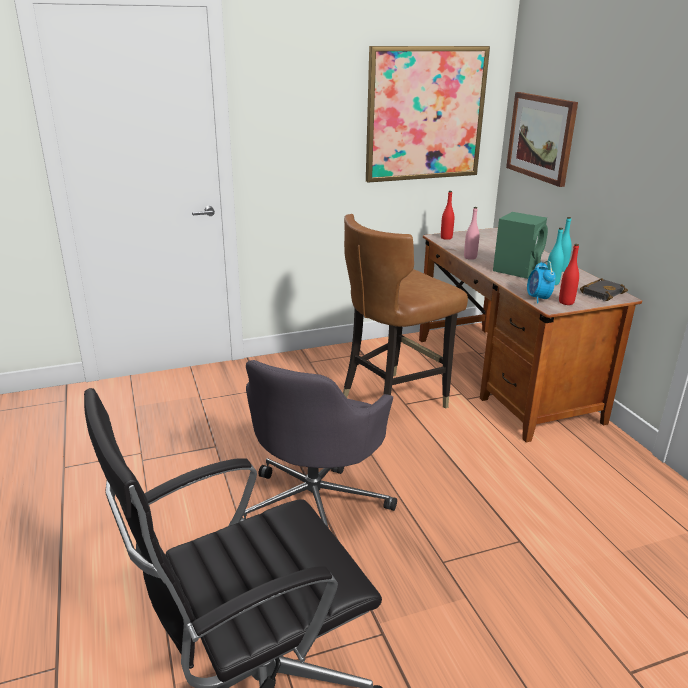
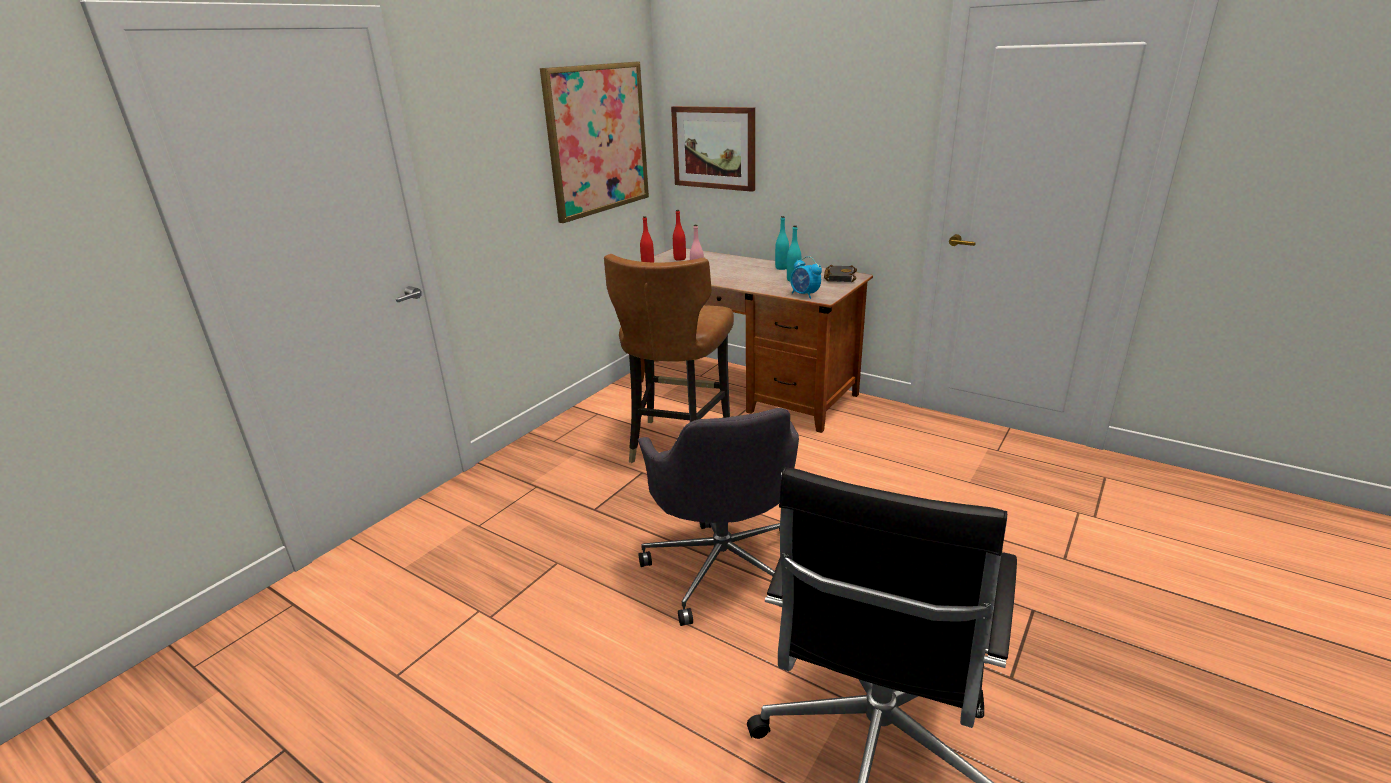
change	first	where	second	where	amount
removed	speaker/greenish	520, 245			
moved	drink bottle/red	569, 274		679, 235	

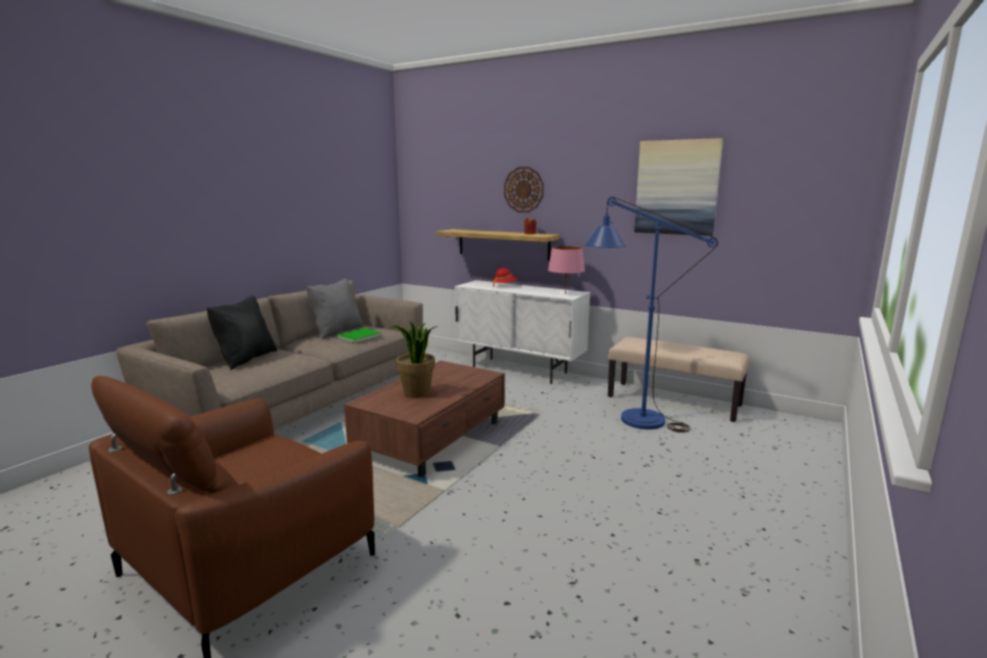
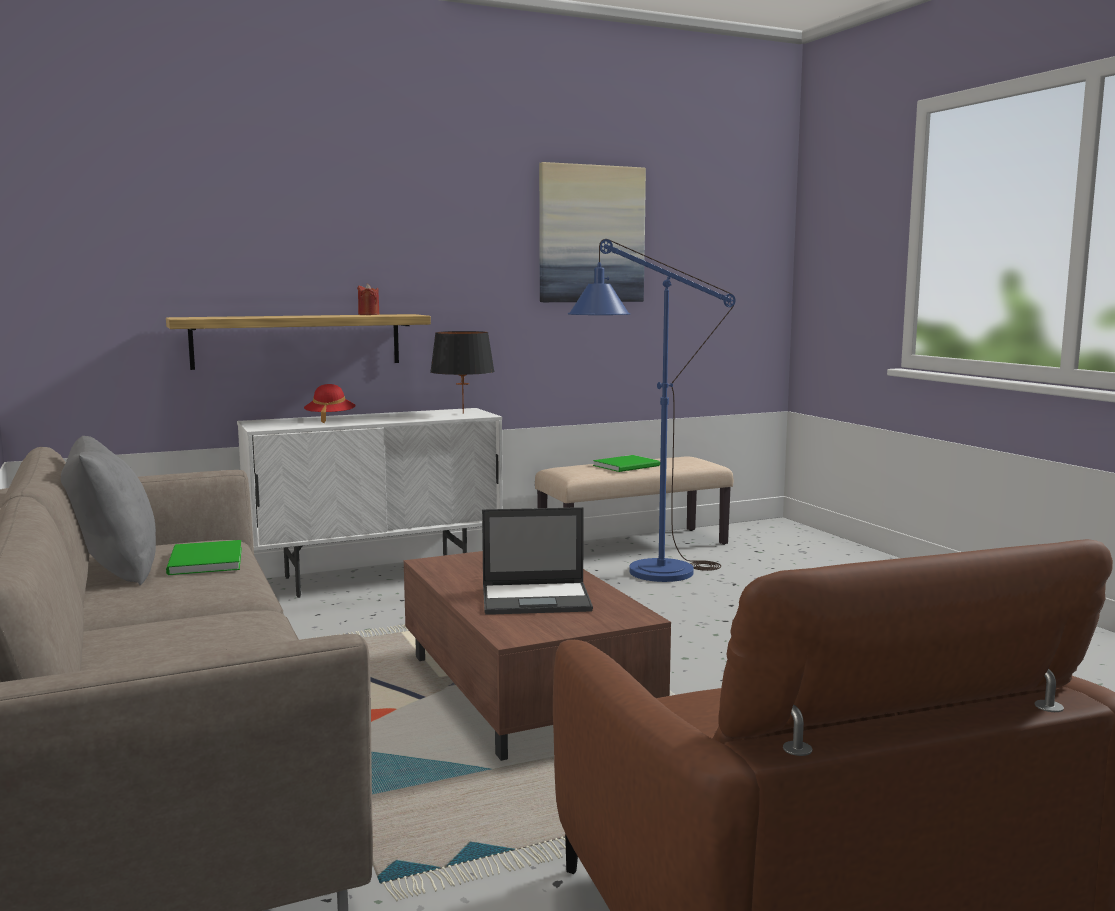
change	first	where	second	where	amount
removed	cushion/blackish	242, 333			
replaced	plant in a pot	414, 359	laptop	537, 561	
removed	hanging clock	524, 190			
recoloured	lamp for a table/pink	566, 270	lamp for a table/blackish	462, 372	
added			volume/greenish	626, 463	

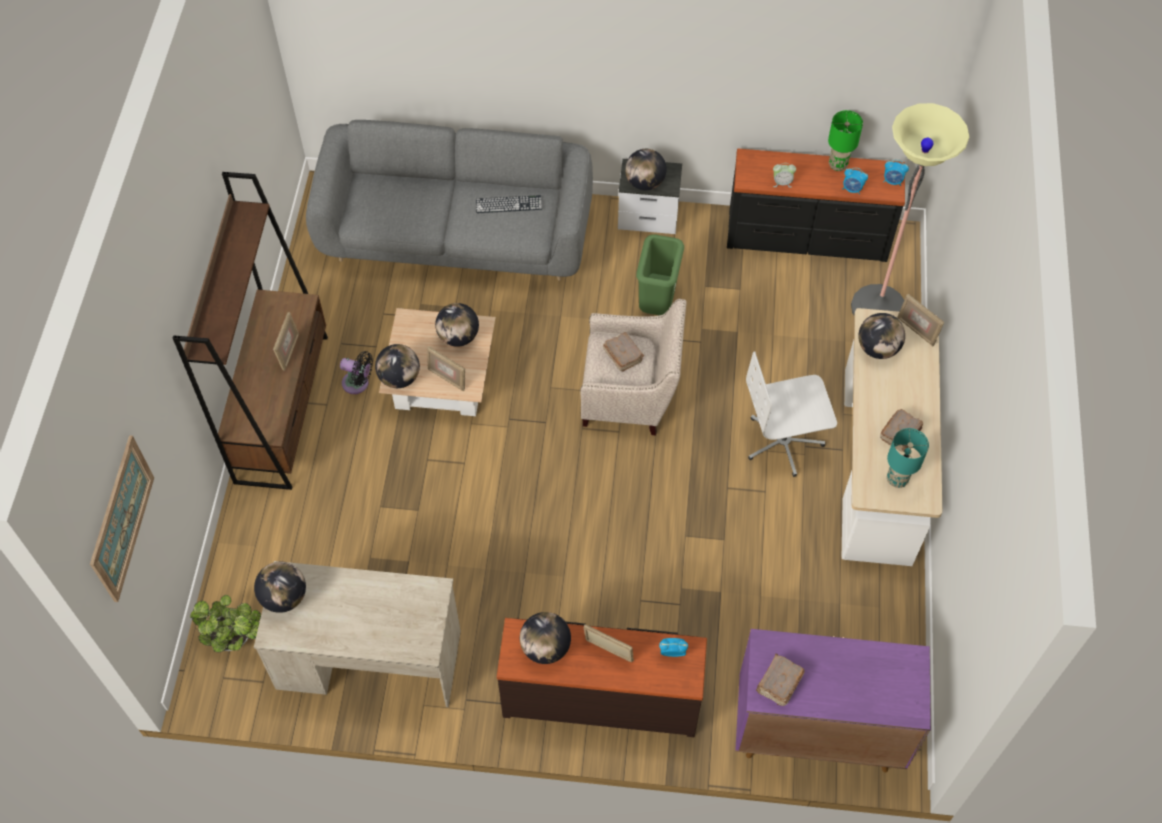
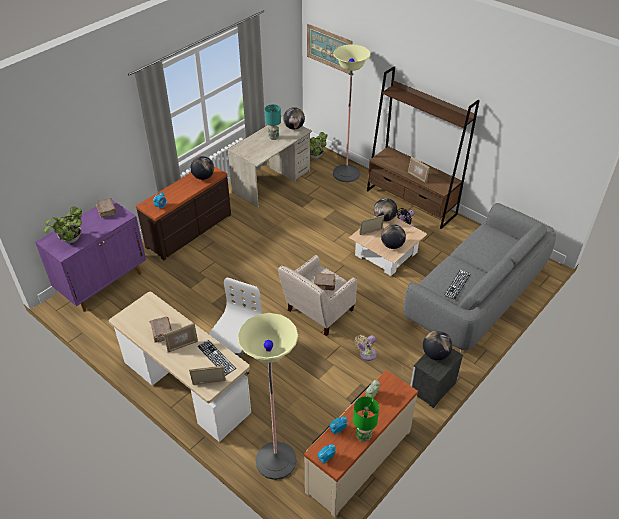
change	first	where	second	where	amount
moved	picture frame	609, 644		181, 337	
replaced	trash can/greenish	660, 274	electric fan/sand-coloured	366, 348	
recoloured	dresser/blackish	816, 205	dresser/sand-coloured	361, 443	
replaced	globe	881, 336	keyboard	216, 358	
moved	lamp for a table/turquoise-coloured	908, 458		273, 122	
added			plant in a pot	62, 225	
added			floor lamp	352, 113	

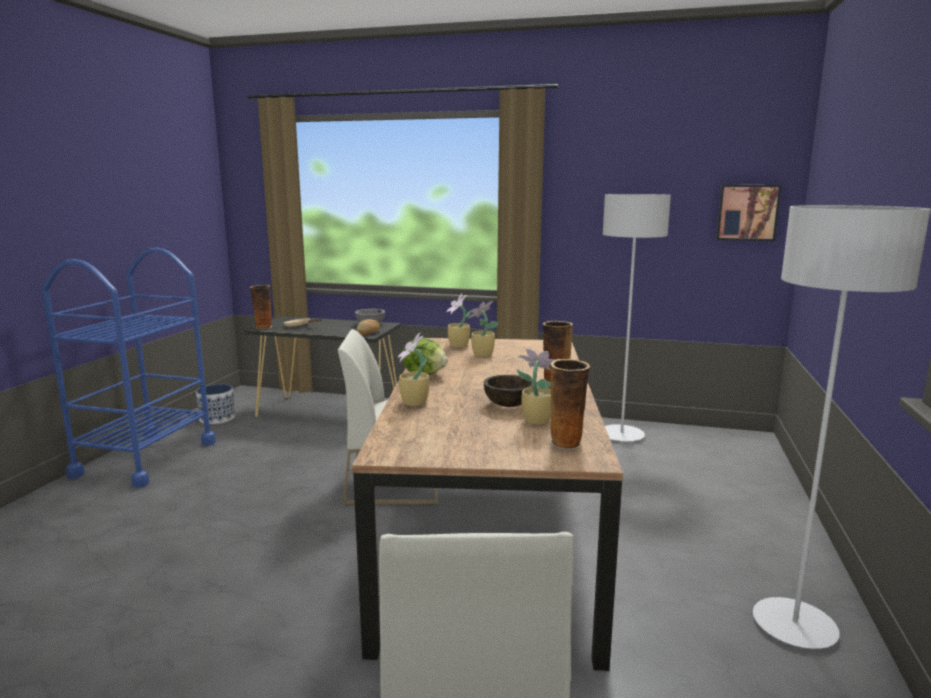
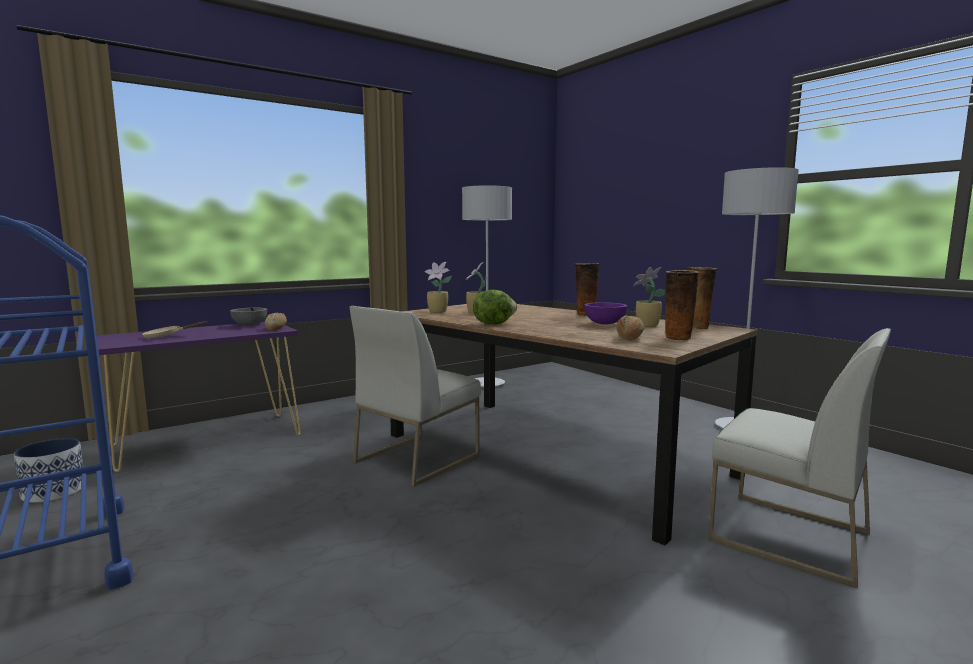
change	first	where	second	where	amount
recoloured	narrow table/blackish	322, 366	narrow table/purple-coloured	199, 397	
moved	decorative vase	261, 307		681, 305	
removed	plant in a pot	413, 369			
recoloured	bowl/brown-coloured	508, 391	bowl/purple-coloured	605, 313	
removed	wall art	749, 213			
added			baked bread	630, 328	

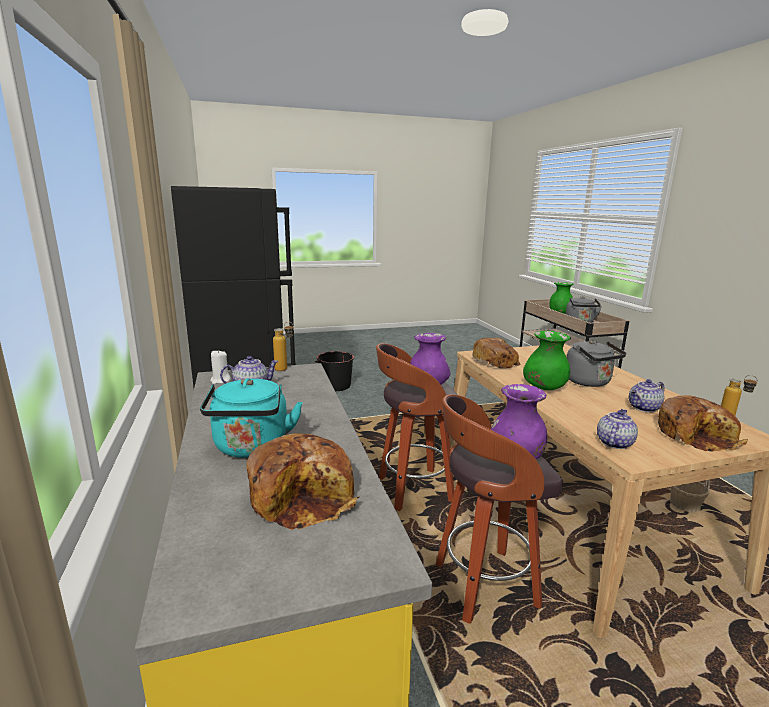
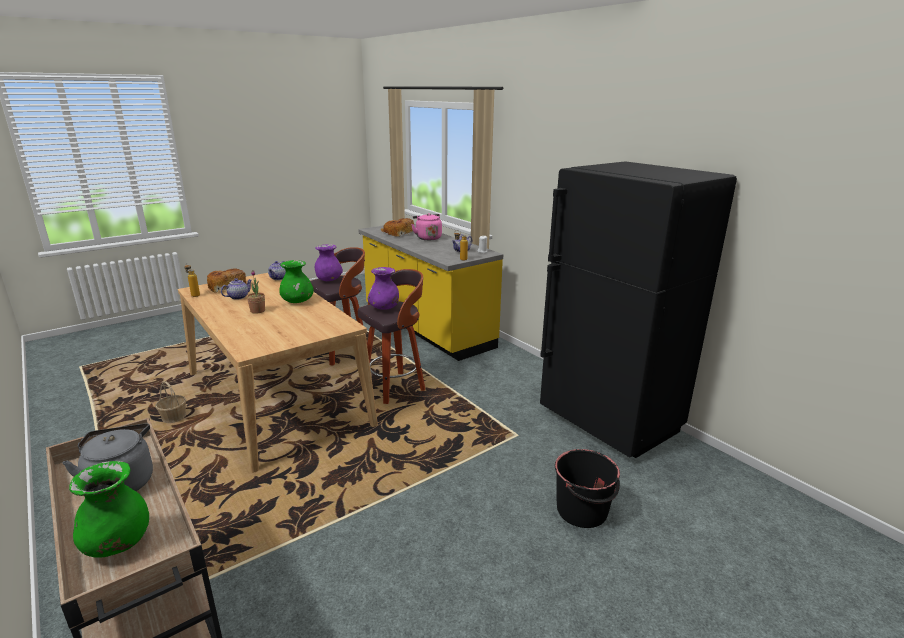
change	first	where	second	where	amount
recoloured	water kettle/turquoise-coloured	251, 418	water kettle/pink	426, 226	
removed	baked bread	496, 353			
replaced	water kettle/grey	596, 363	plant in a pot	256, 292	

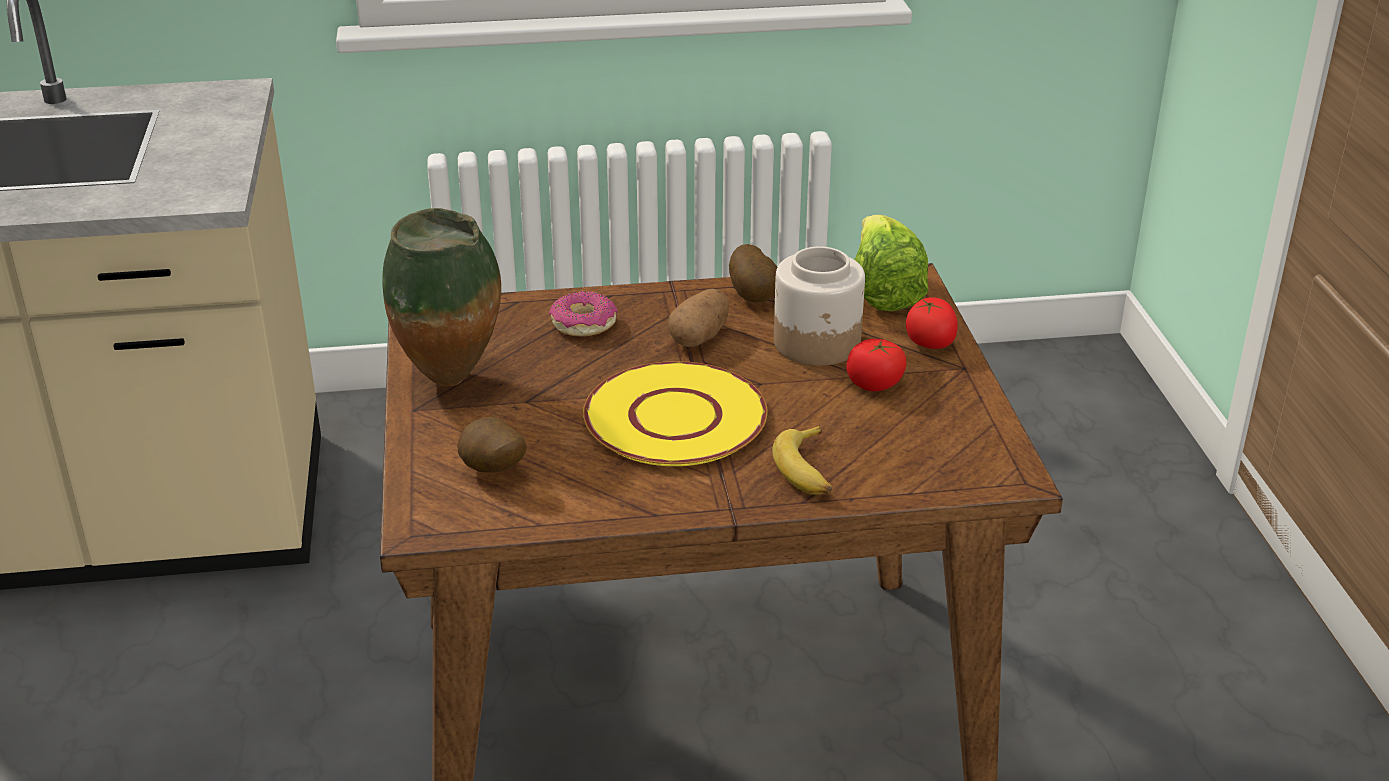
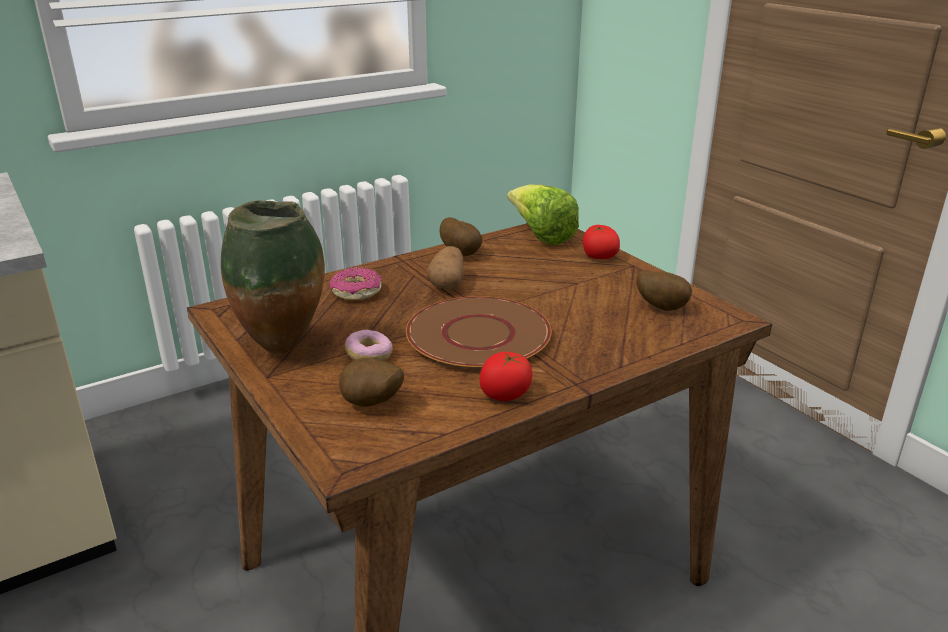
change	first	where	second	where	amount
recoloured	dinner plate/yellowish	675, 413	dinner plate/brown-coloured	479, 333	
removed	banana	802, 460			
removed	preserve jar	819, 306			
moved	whole tomato	876, 365		506, 376	
added			doughnut	369, 345	
added			whole potato	664, 290	

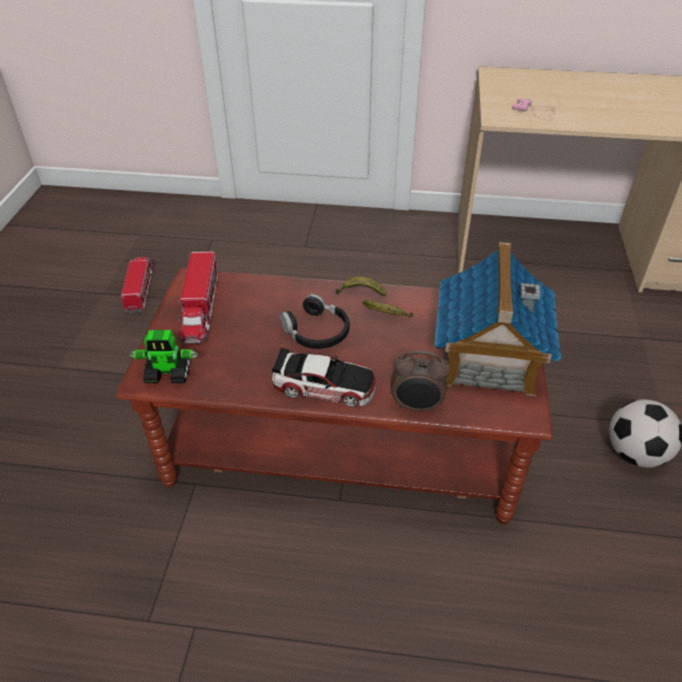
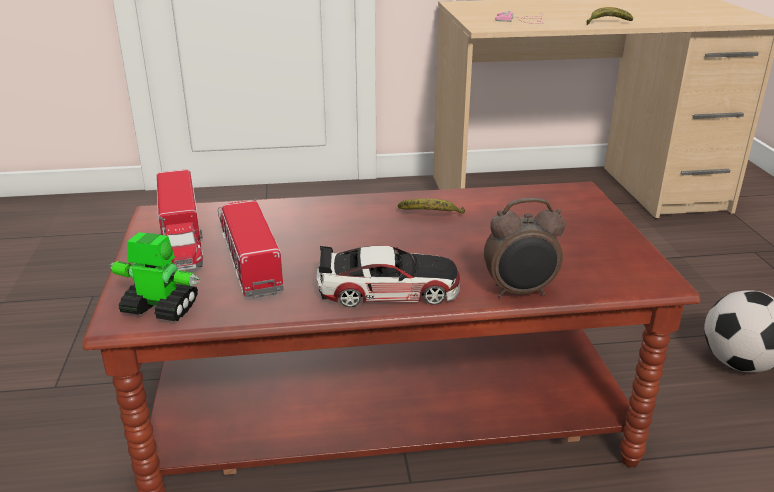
change	first	where	second	where	amount
moved	model truck	137, 285		250, 248	
turned	robot figure	164, 356		154, 276	150 degrees counterclockwise
removed	pair of headphones/blackish	315, 321			
moved	banana	360, 286		610, 16	
removed	miniature house	498, 319			

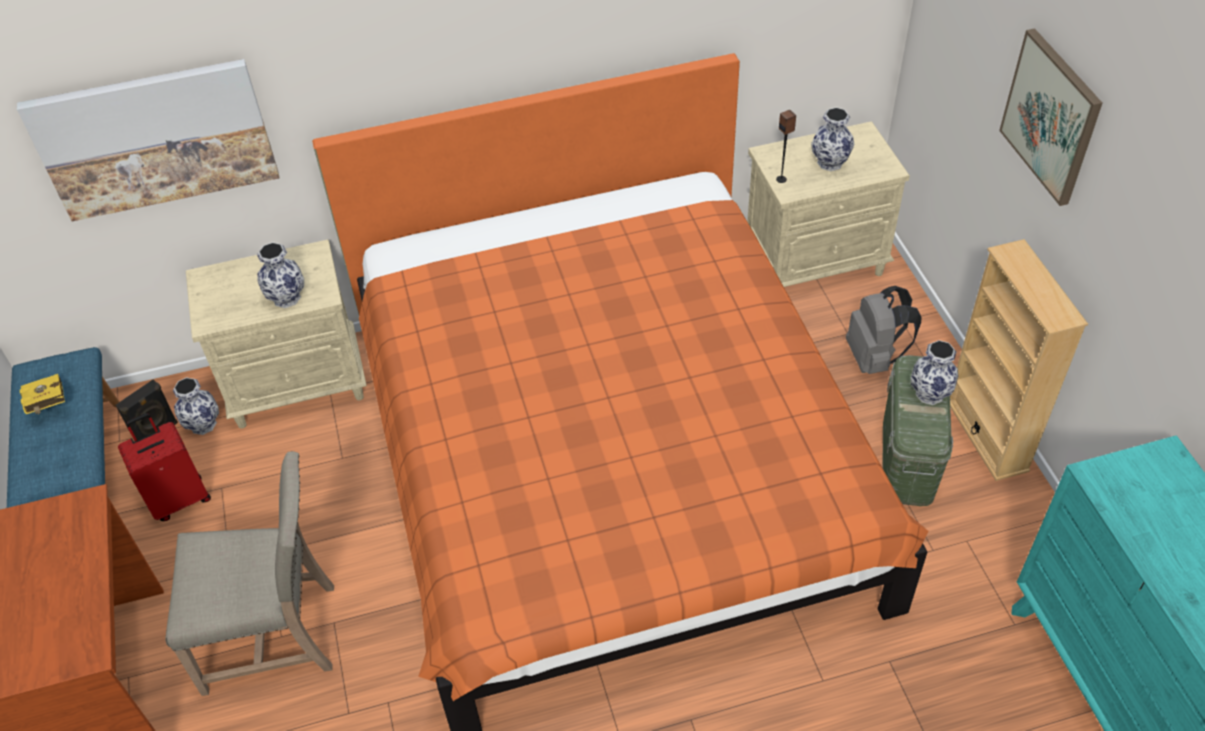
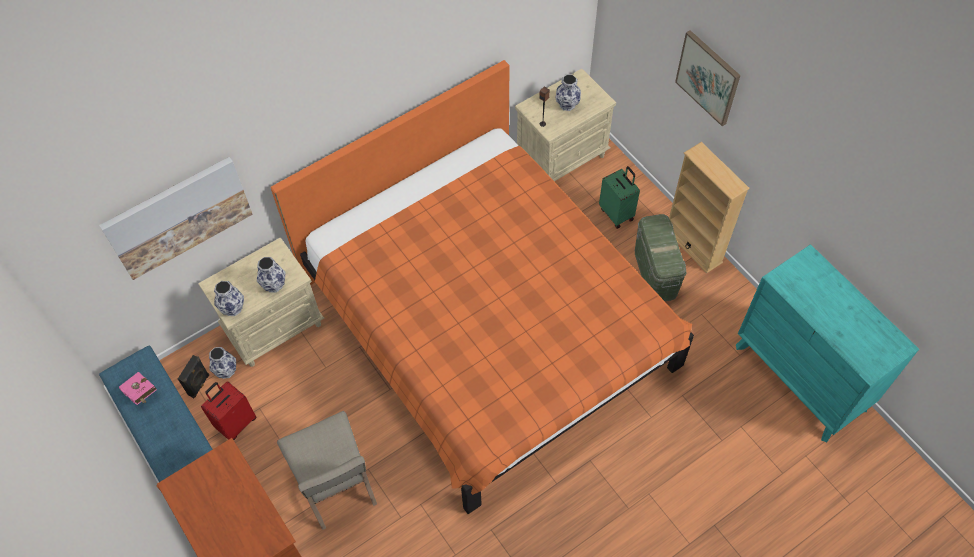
change	first	where	second	where	amount
recoloured	volume/yellowish	42, 394	volume/pink	138, 388	
turned	plain chair/sand-coloured	249, 573		327, 470	90 degrees clockwise
replaced	backpack/grey	883, 330	travel case/greenish	619, 197	
moved	decorative vase	934, 372		229, 298	

